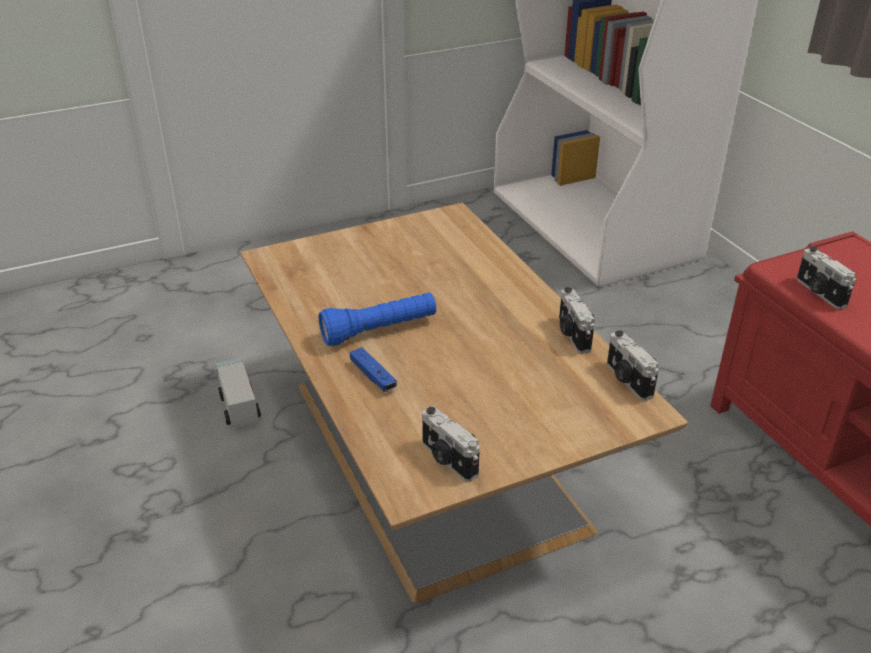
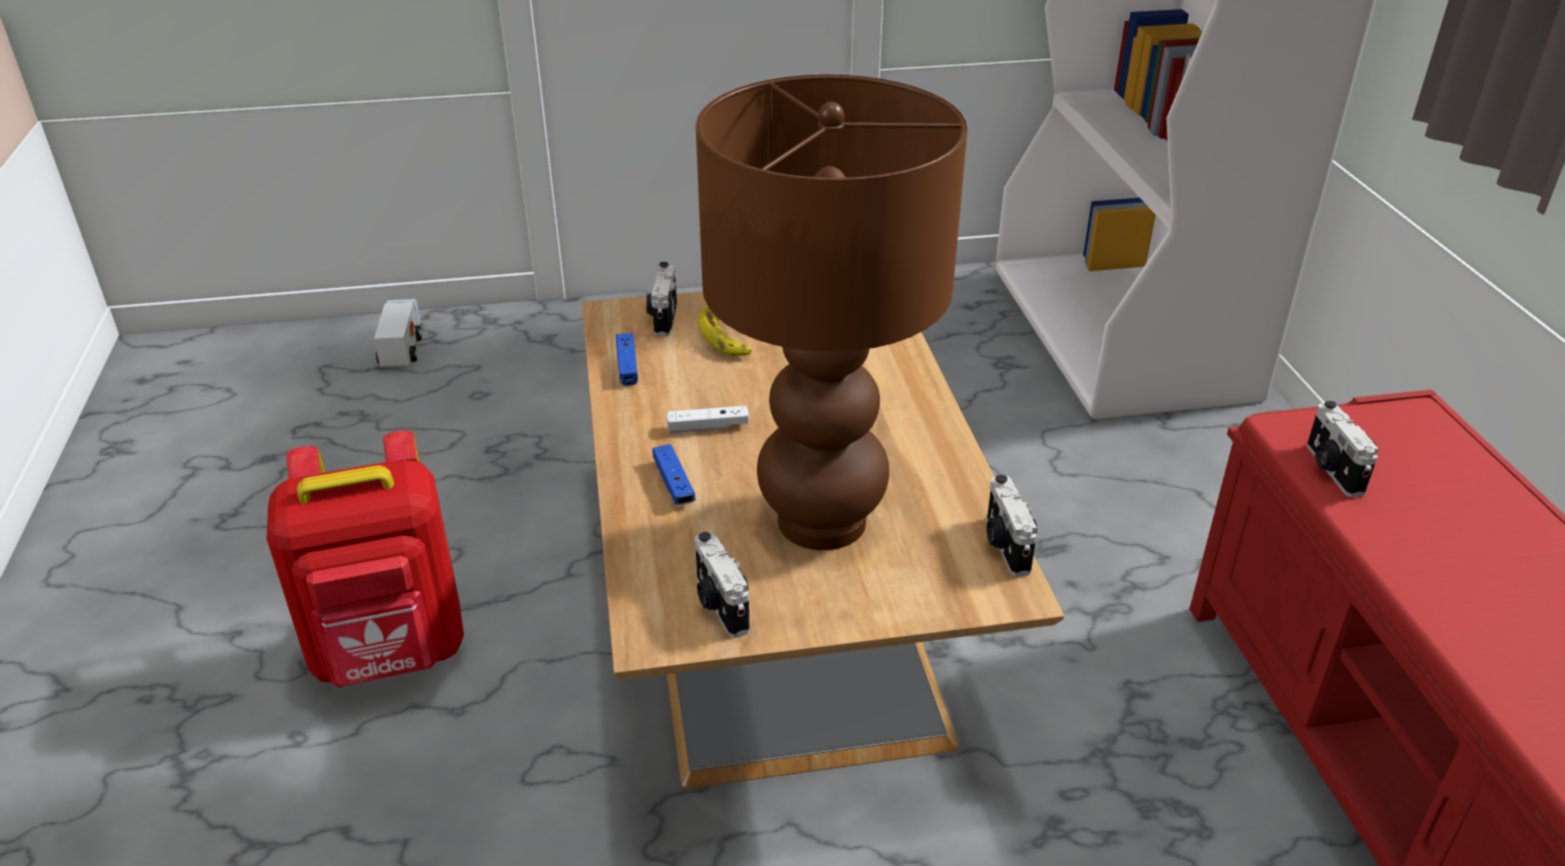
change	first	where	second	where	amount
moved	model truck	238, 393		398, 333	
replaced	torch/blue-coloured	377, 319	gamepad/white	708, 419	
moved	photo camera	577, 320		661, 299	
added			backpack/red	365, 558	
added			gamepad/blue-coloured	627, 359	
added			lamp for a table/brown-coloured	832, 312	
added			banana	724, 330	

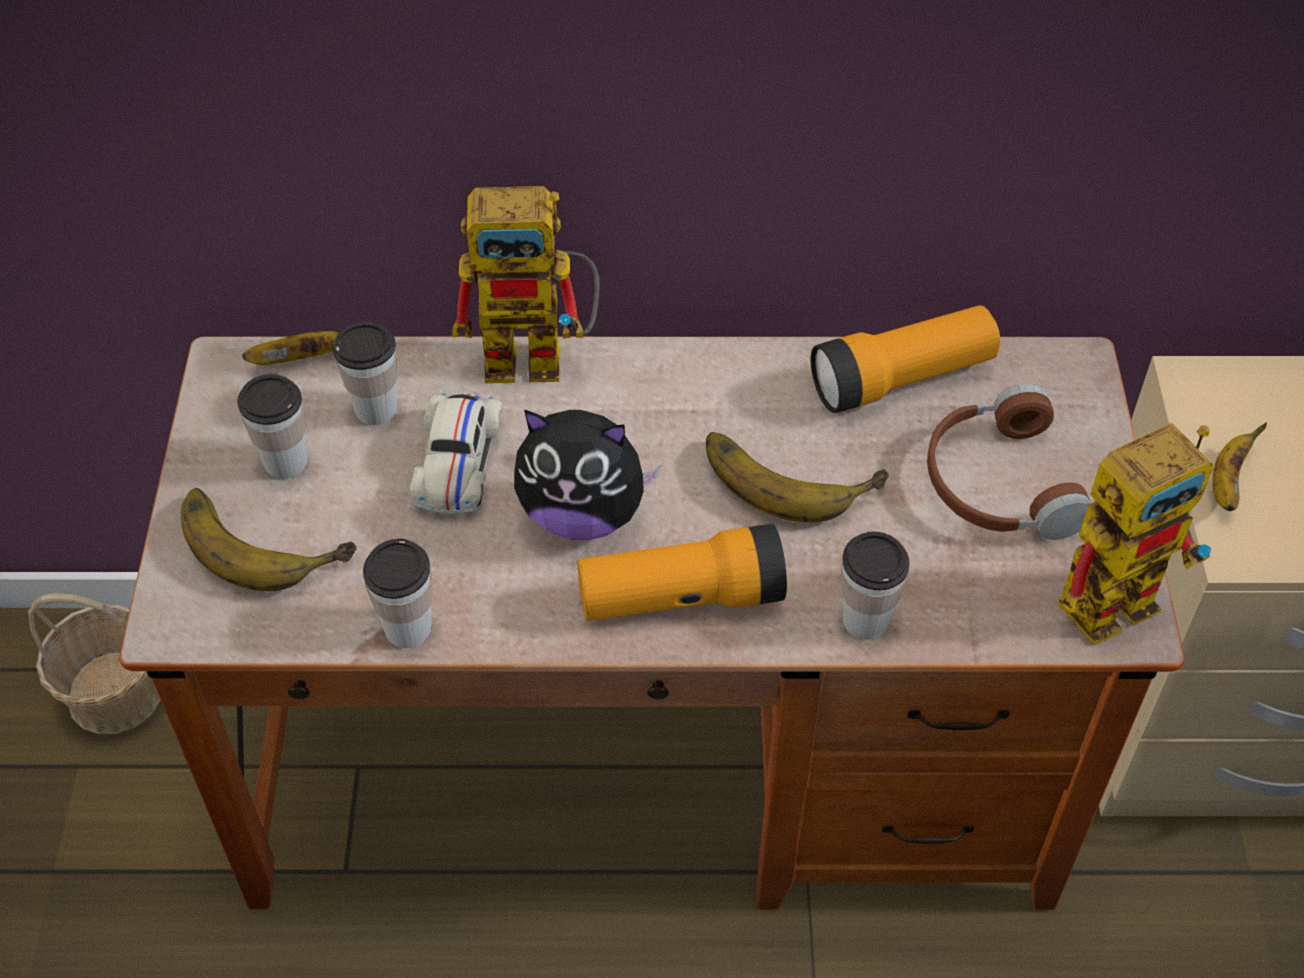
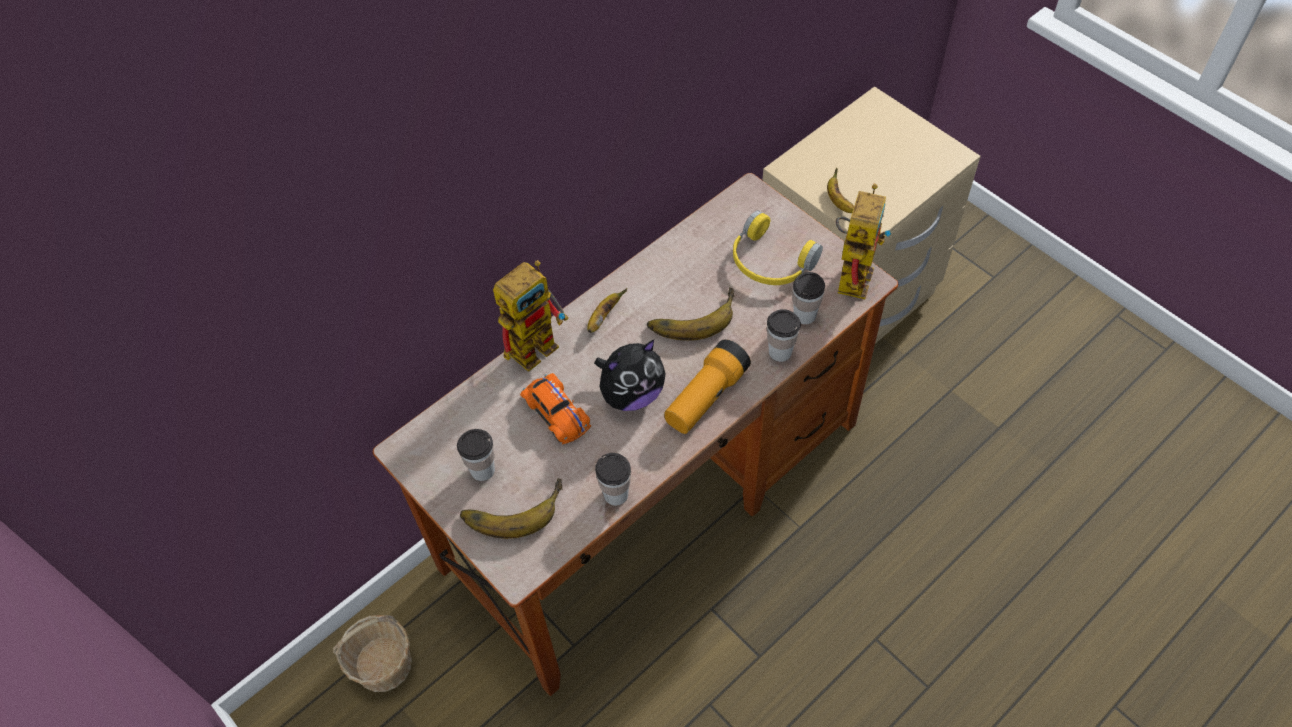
change	first	where	second	where	amount
moved	banana	290, 348		607, 310	
moved	cup	364, 373		808, 298	
recoloured	model car/white	456, 453	model car/orangey	556, 409	
removed	torch	905, 359			
recoloured	pair of headphones/brown-coloured	1009, 461	pair of headphones/yellowish	778, 247	

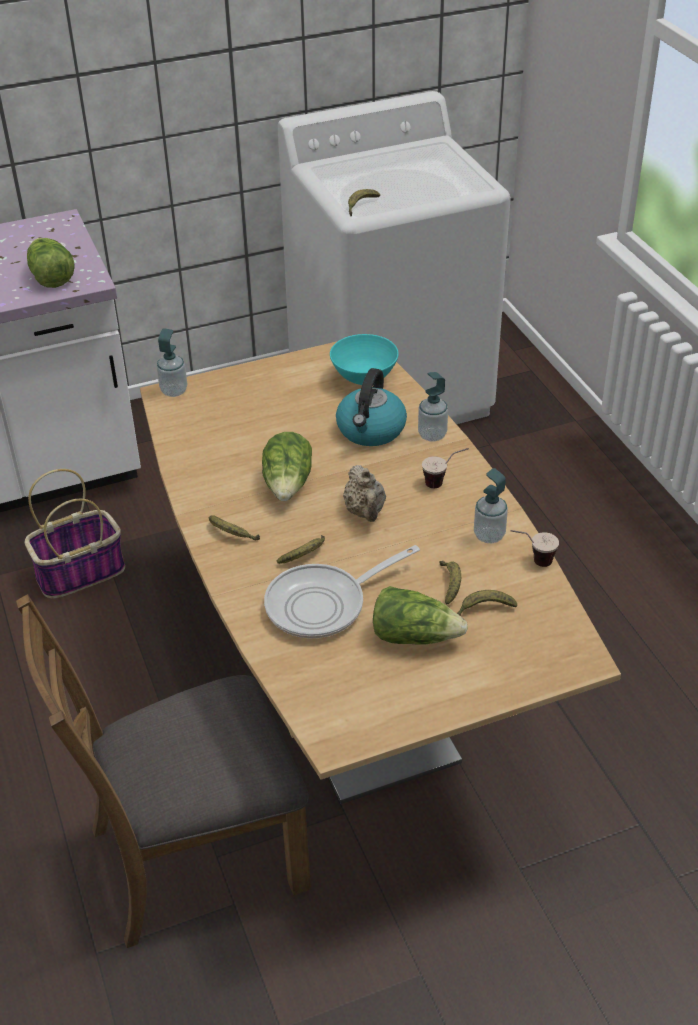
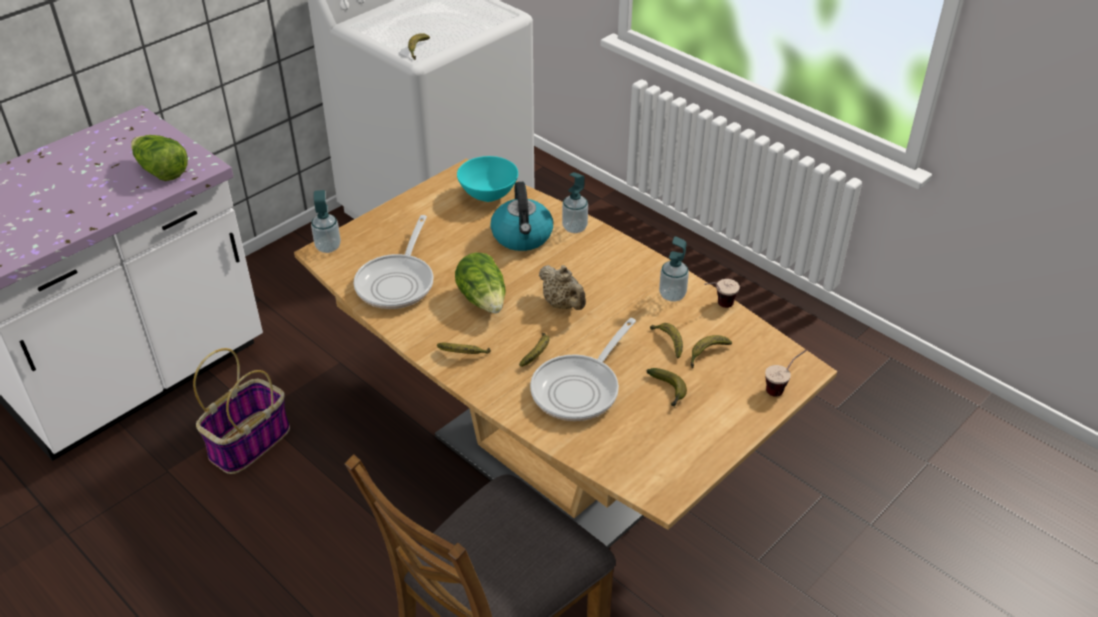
change	first	where	second	where	amount
replaced	lettuce	420, 615	banana	667, 387	
moved	cup	445, 468		786, 373	
added			skillet	393, 262	

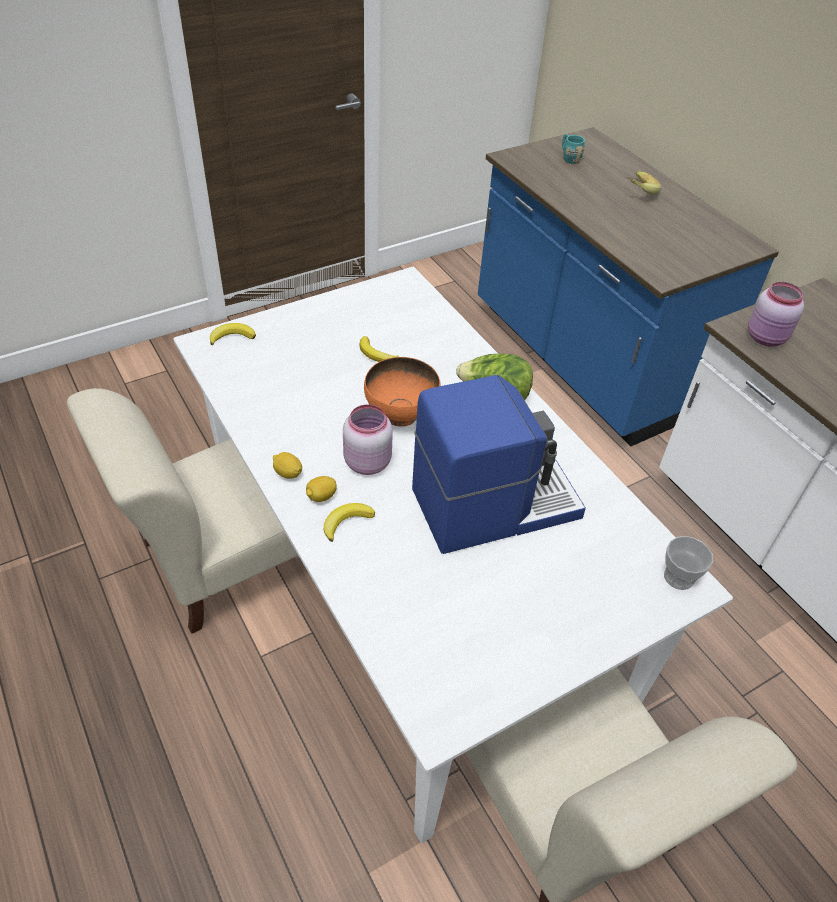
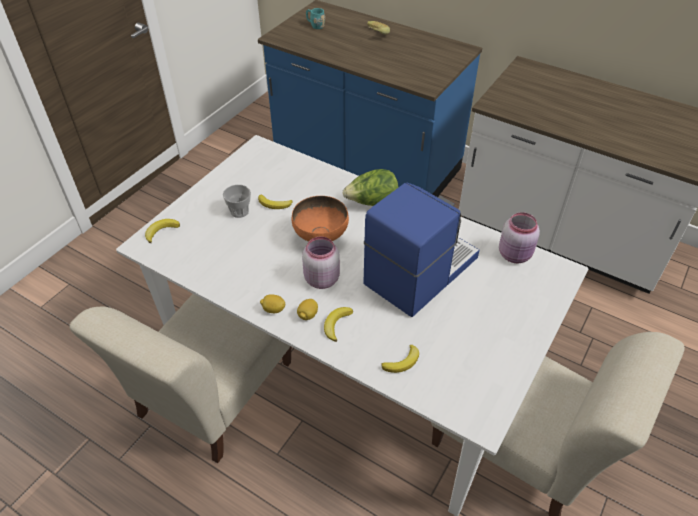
change	first	where	second	where	amount
moved	cup	688, 563		237, 201	
moved	preserve jar/pink	776, 314		519, 237	
added			banana	400, 359	

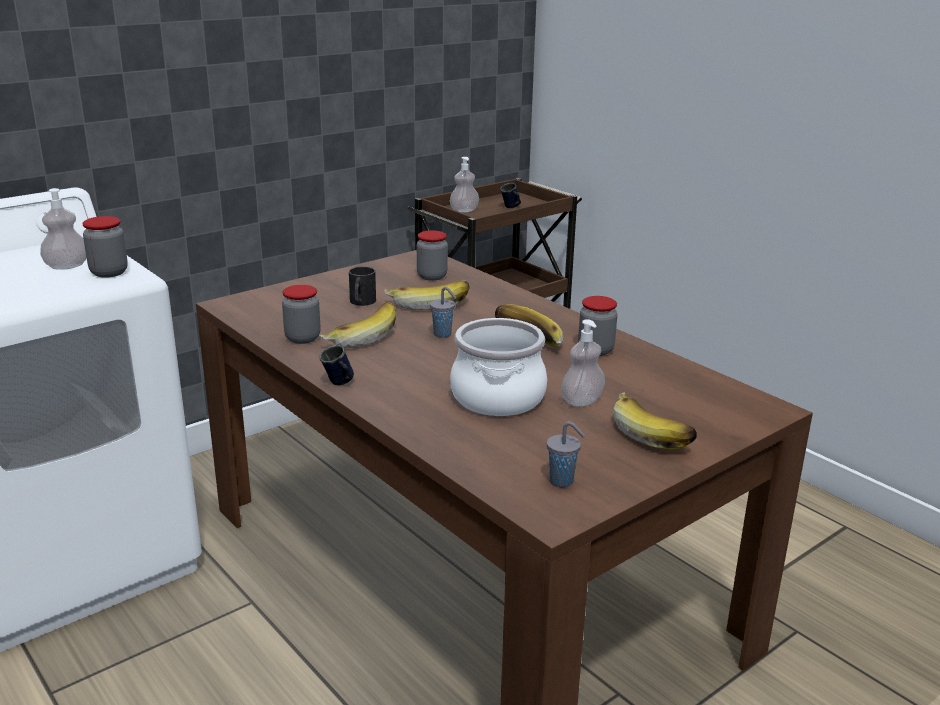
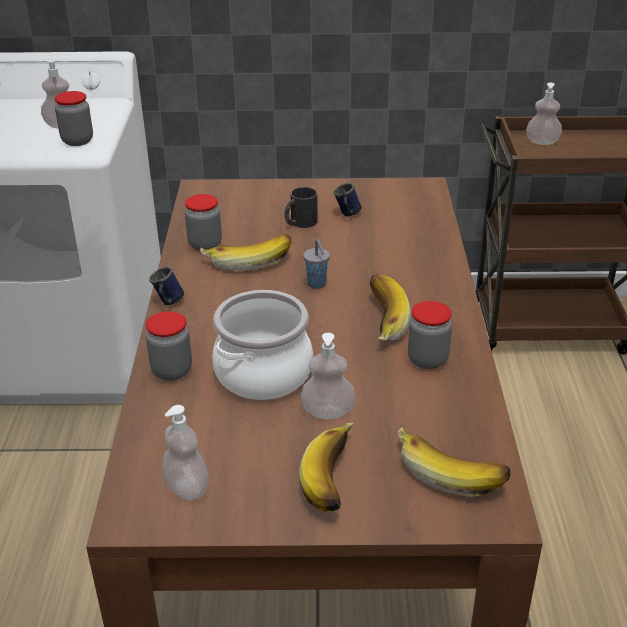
change	first	where	second	where	amount
moved	banana	427, 295		454, 462	
moved	preserve jar	432, 255		169, 346	
moved	mug/blue-coloured	510, 195		347, 199	
replaced	cup/grey	566, 454	liquid soap bottle	185, 452	

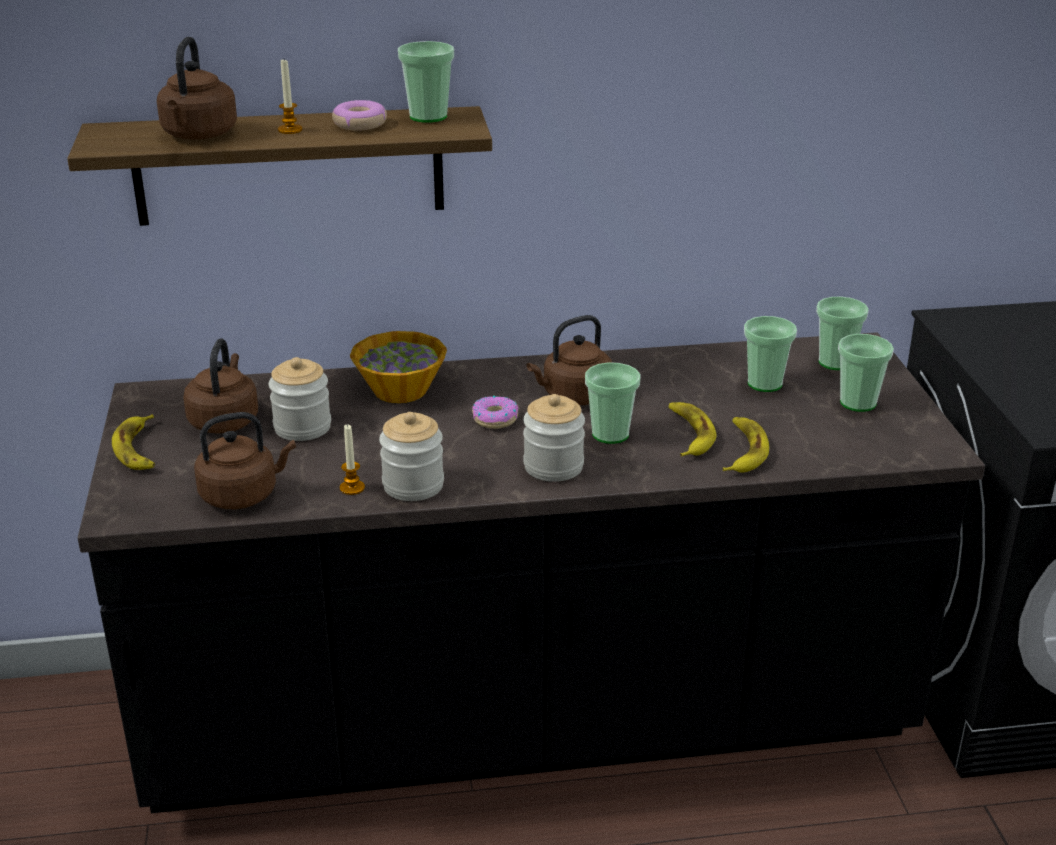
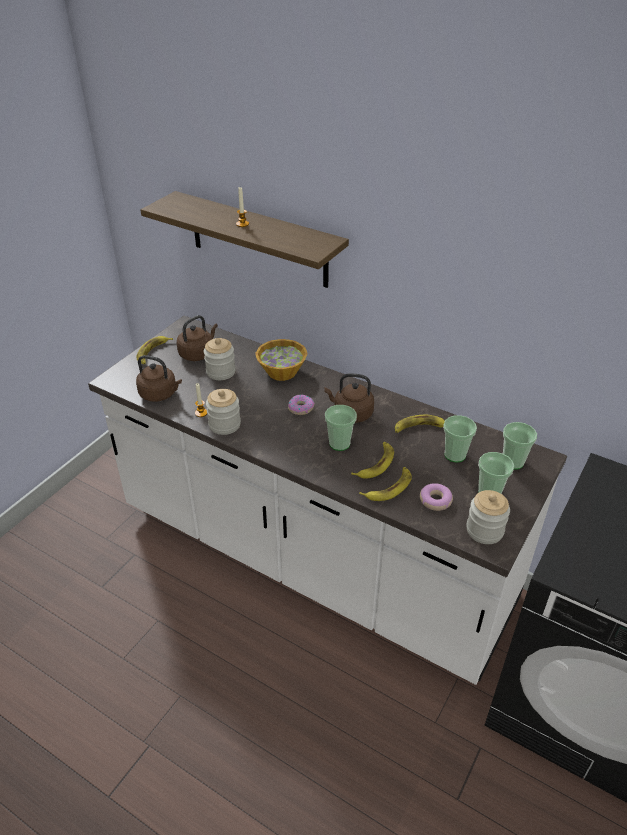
change	first	where	second	where	amount
recoloured	kitchen counter/blackish	531, 572	kitchen counter/white	327, 500	
removed	water kettle/brown-coloured	197, 88			
moved	doughnut	359, 115		436, 497	
removed	cup	426, 82			
moved	preserve jar	554, 438		488, 517	
added			banana	420, 424	

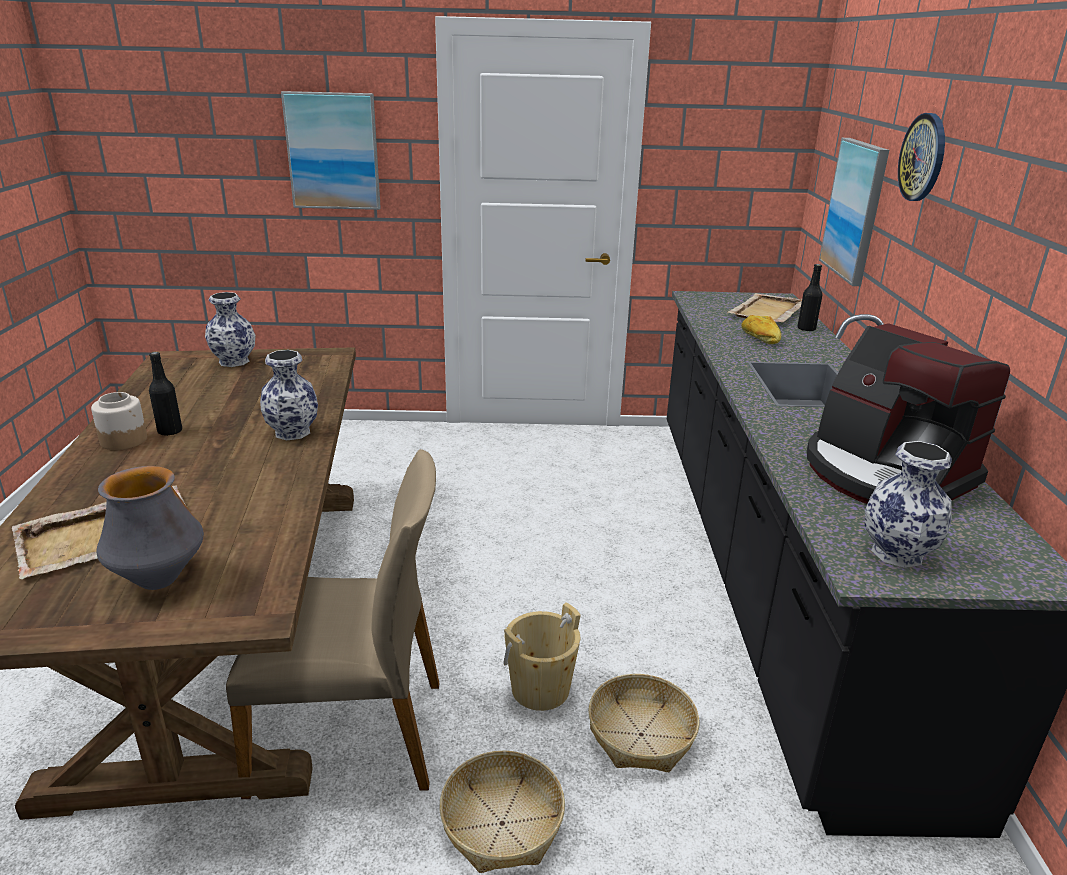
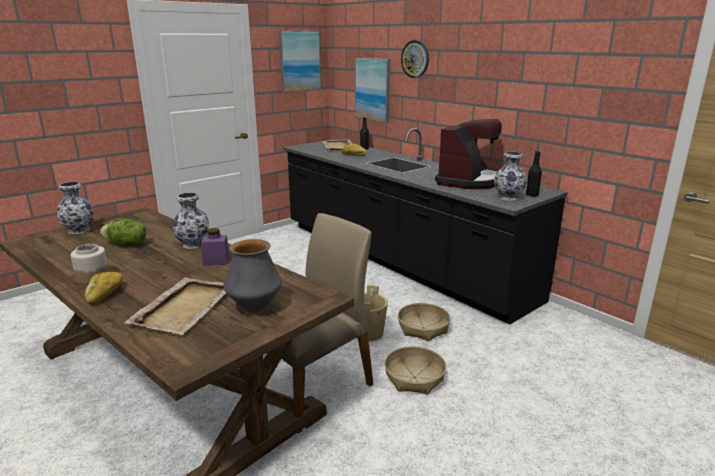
change	first	where	second	where	amount
moved	drink bottle/blackish	165, 394		534, 174	
moved	wall art	331, 150		300, 61	
turned	coffee machine	908, 413		468, 154	75 degrees counterclockwise
added			baked bread	104, 288	
added			lettuce	123, 232	
added			preserve jar/purple-coloured	215, 247	

